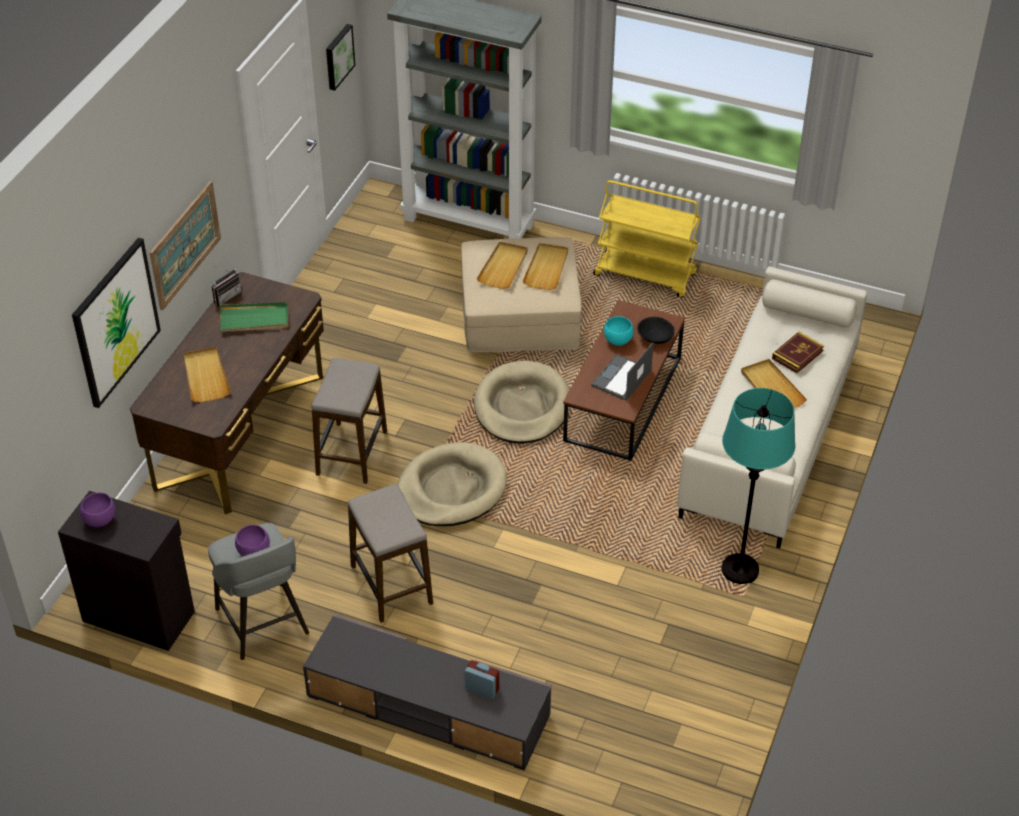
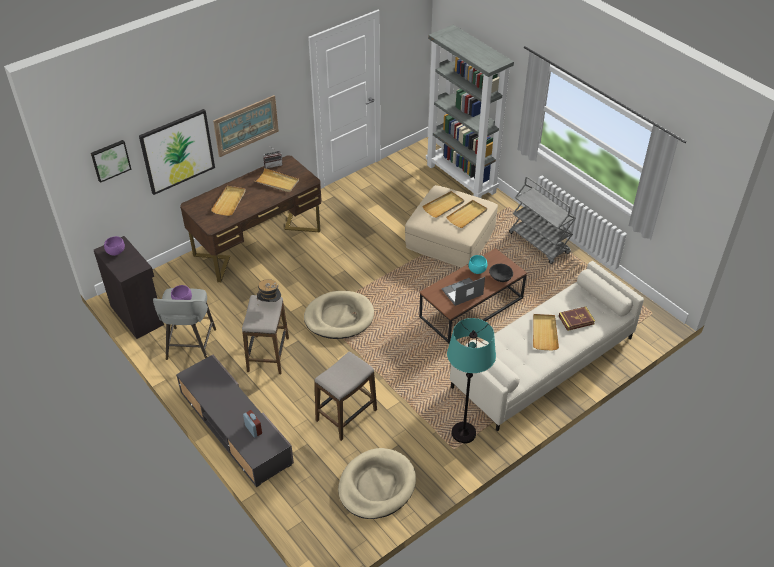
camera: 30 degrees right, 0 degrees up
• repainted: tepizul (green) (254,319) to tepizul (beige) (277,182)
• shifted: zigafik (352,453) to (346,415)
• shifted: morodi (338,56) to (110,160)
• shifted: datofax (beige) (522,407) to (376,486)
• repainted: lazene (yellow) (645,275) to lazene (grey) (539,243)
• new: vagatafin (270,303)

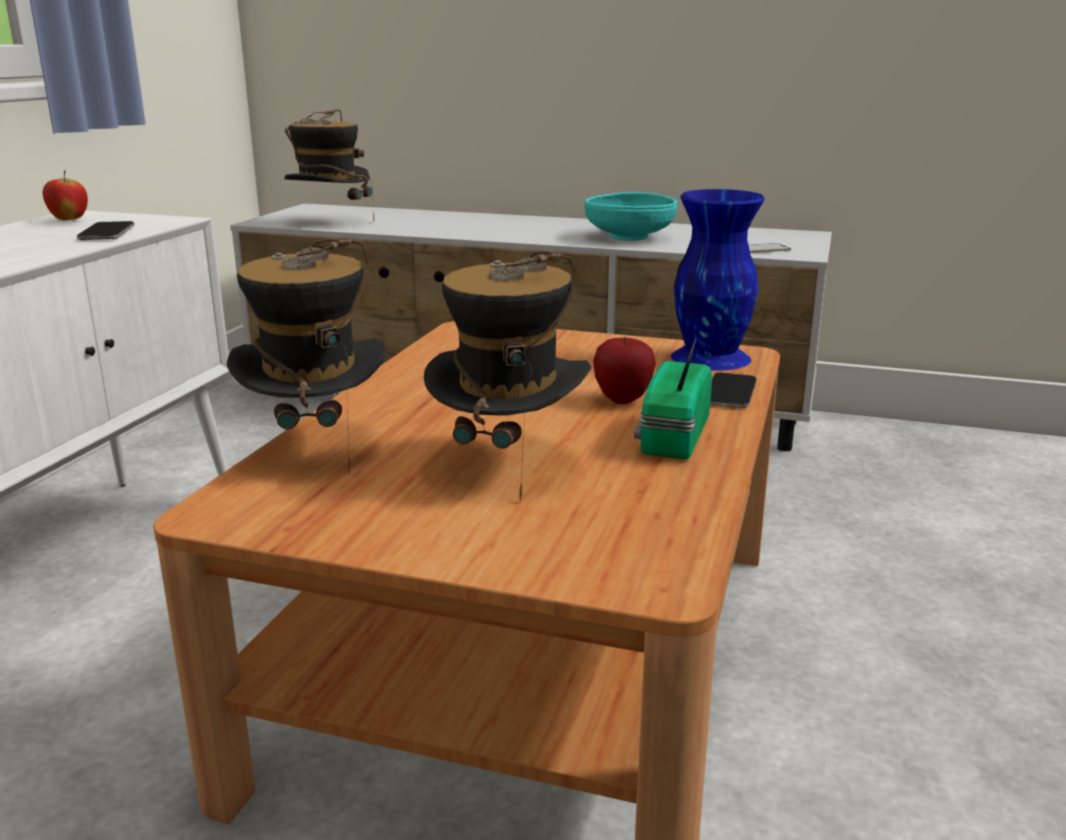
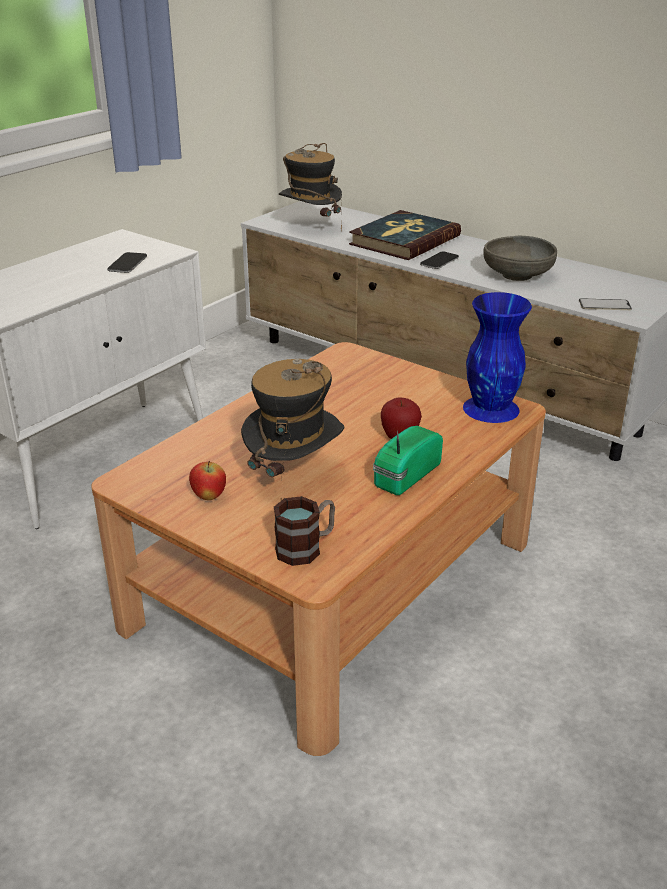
camera: 20 degrees right, 10 degrees up
• shifted: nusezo (69,220) to (209,497)
• gone: vagatafin (316,445)
• repainted: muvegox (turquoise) (629,237) to muvegox (grey) (517,275)
• shifted: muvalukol (730,392) to (439,261)
• new: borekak (306,547)
• new: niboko (404,240)

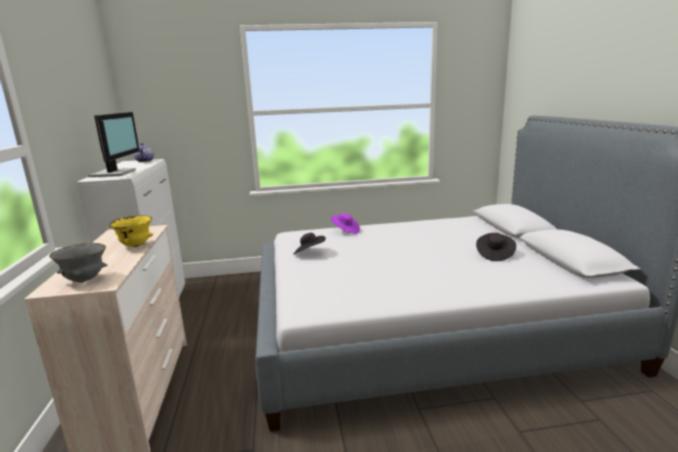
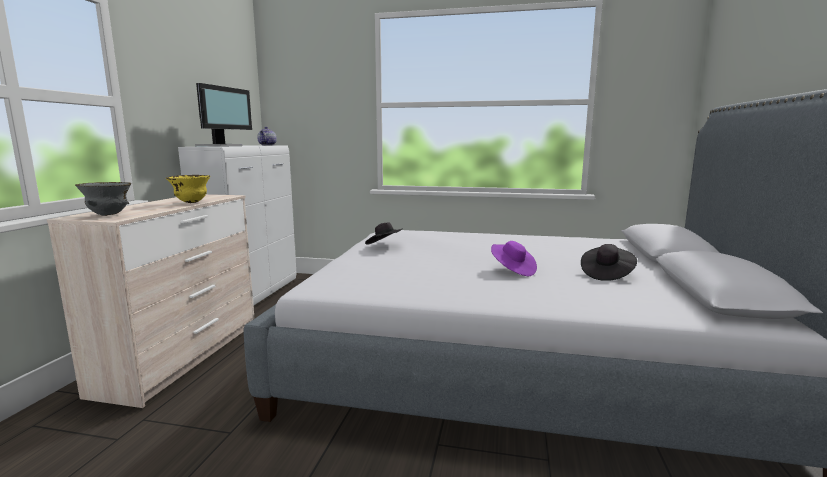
camera: 20 degrees right, 5 degrees down
• shifted: vagatafin (purple) (345,231) to (512,270)

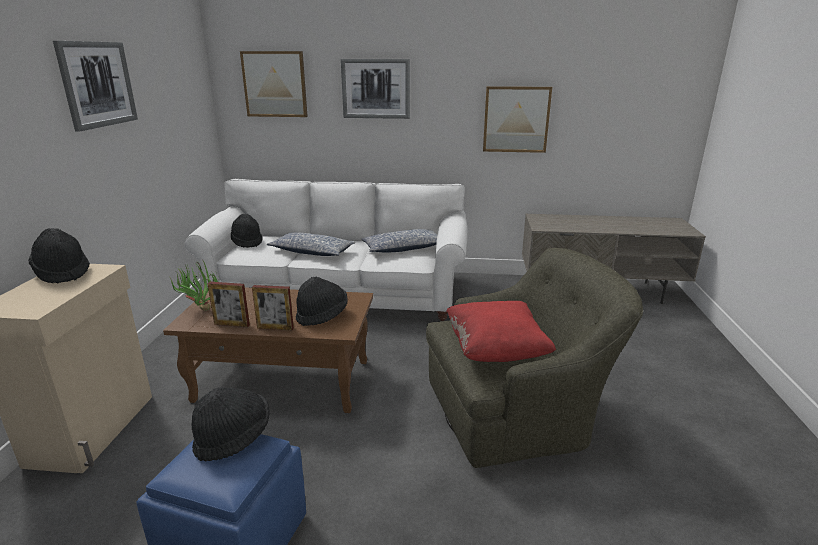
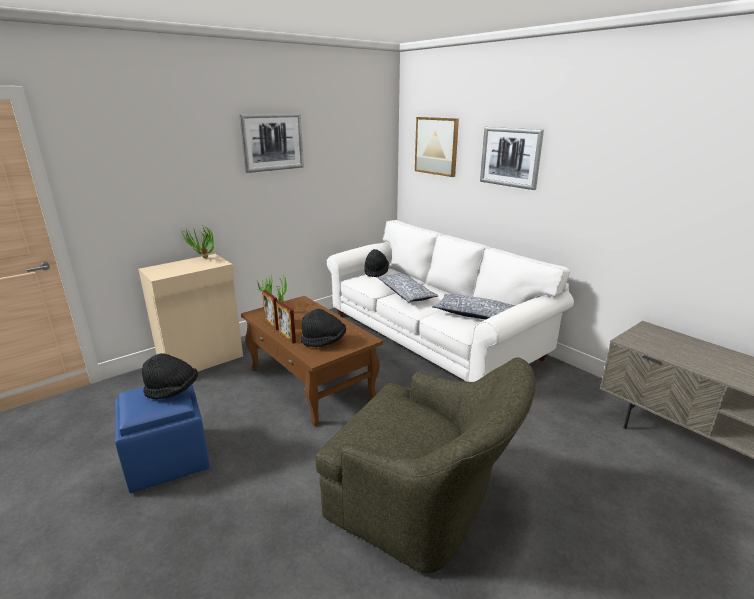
camera: 45 degrees right, 0 degrees up
• swapped: vagatafin (black) (63,273) to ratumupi (203,259)
• gone: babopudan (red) (495,350)
• gone: morodi (516,119)

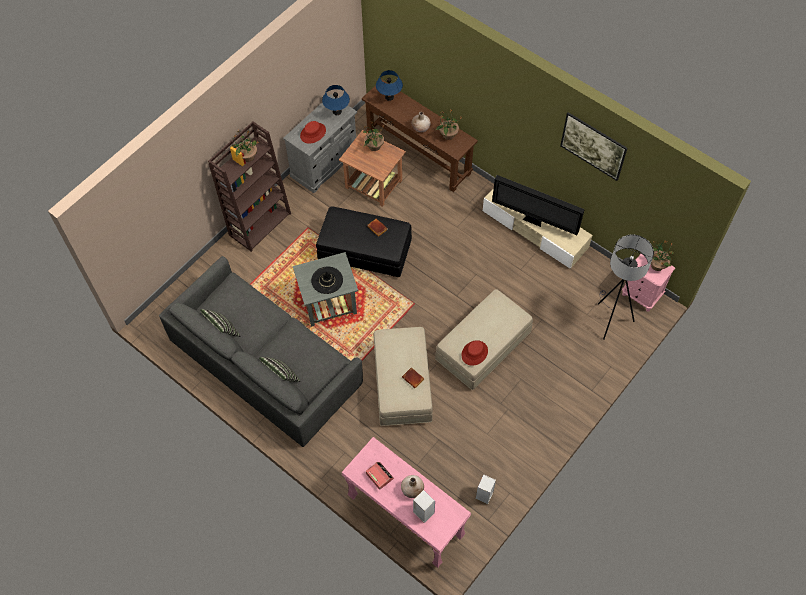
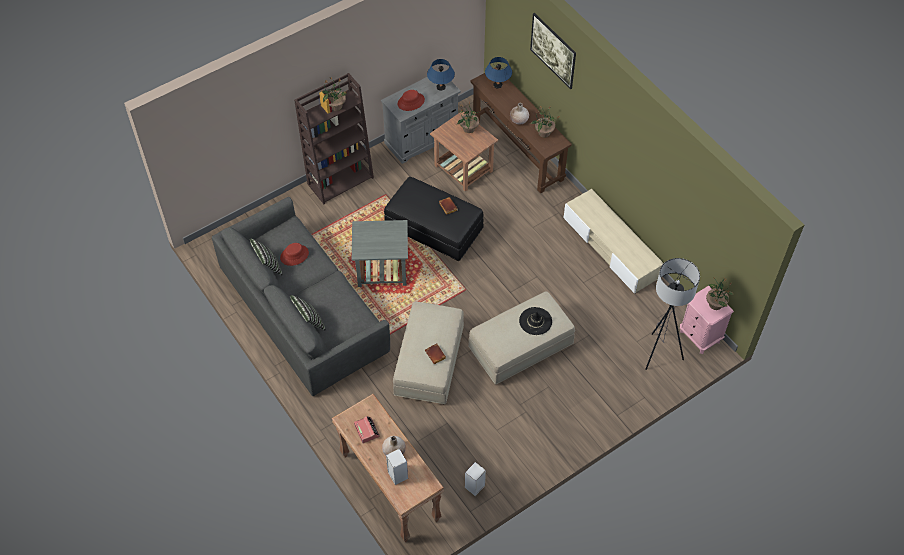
camera: 15 degrees right, 5 degrees down
• shifted: vagatafin (black) (327,280) to (535,321)
• repainted: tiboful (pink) (405,518) to tiboful (brown) (389,487)
• shifted: vagatafin (red) (474,353) to (294,255)
• gone: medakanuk (533,221)
• shifted: morodi (591,154) to (552,59)

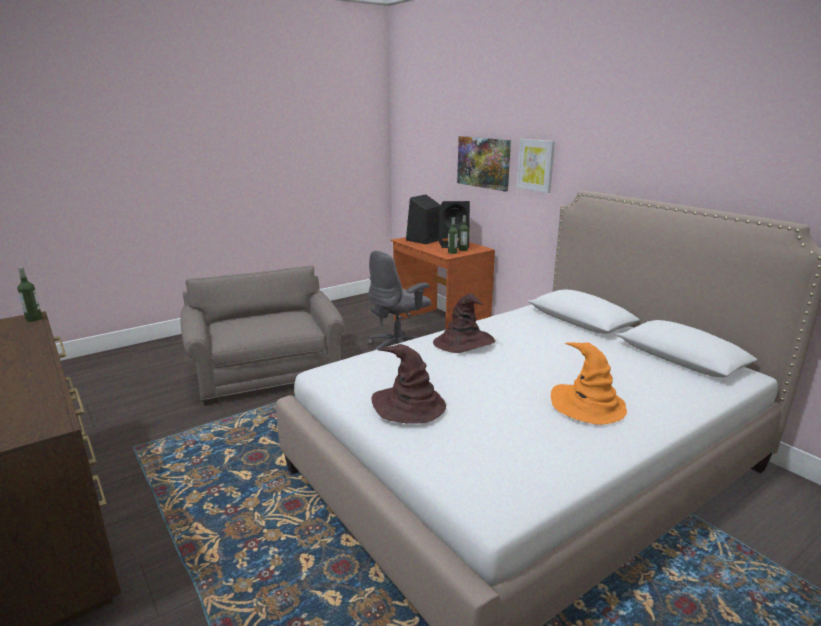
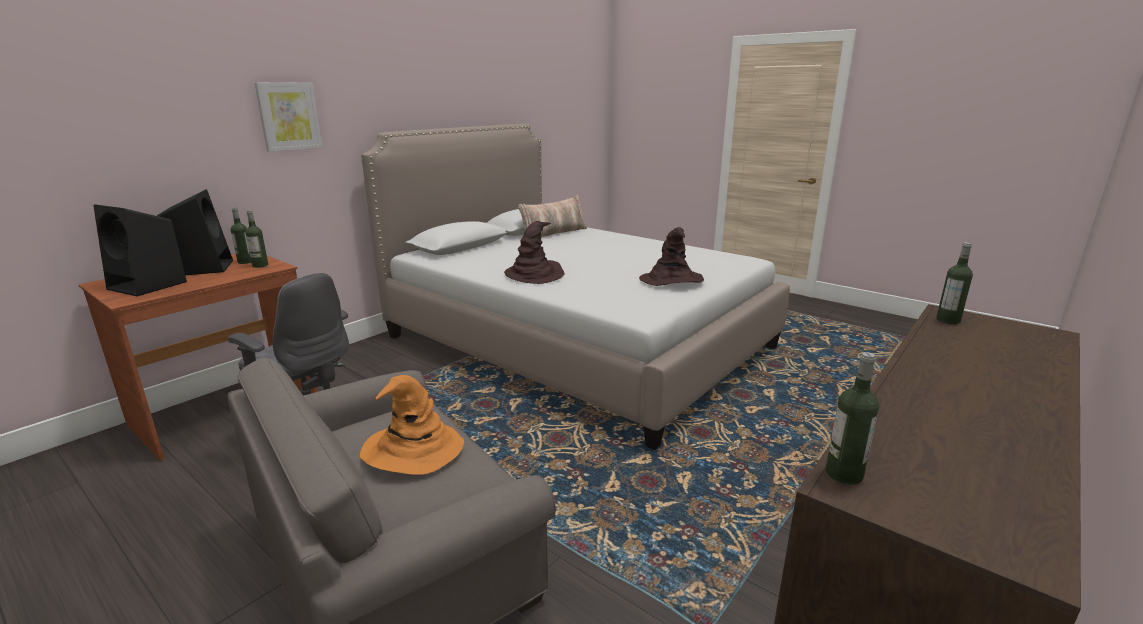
camera: 105 degrees left, 0 degrees up
• gone: morodi (484,162)
• shifted: vagatafin (orange) (588,405) to (411,451)
• new: babopudan (553,233)
• new: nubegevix (948,320)

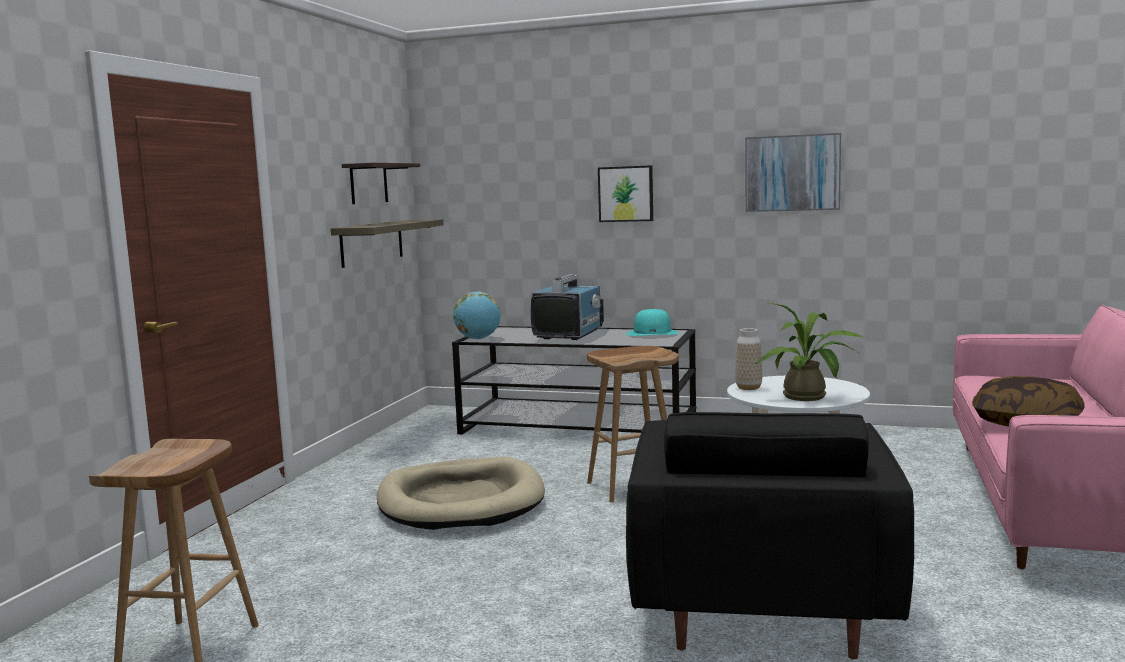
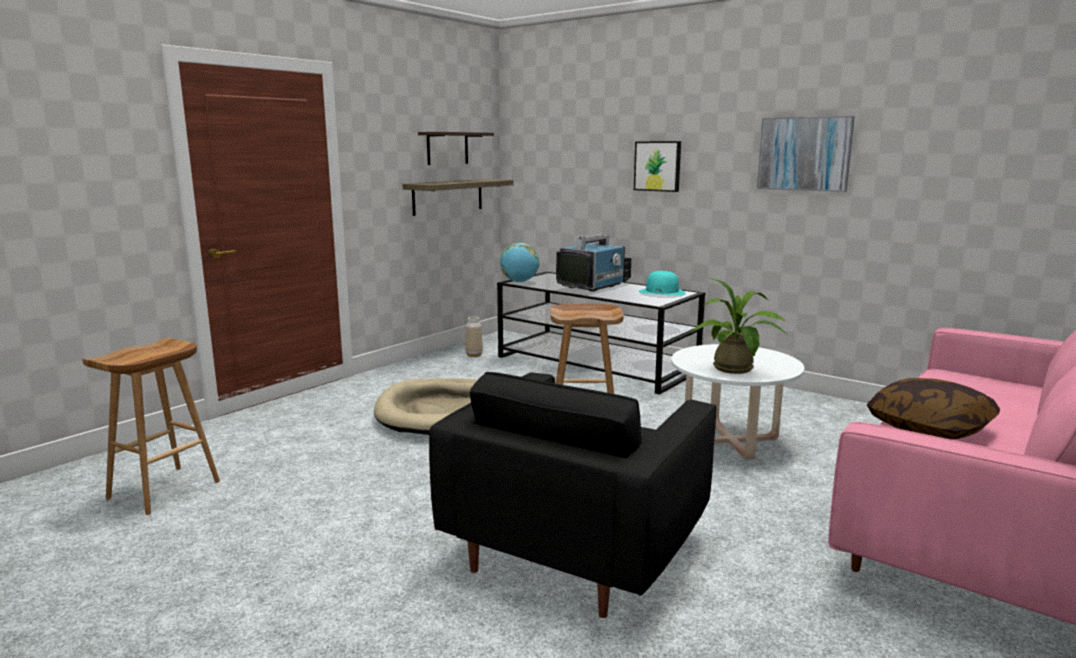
camera: 20 degrees right, 5 degrees up
• shifted: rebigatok (748,388) to (474,355)

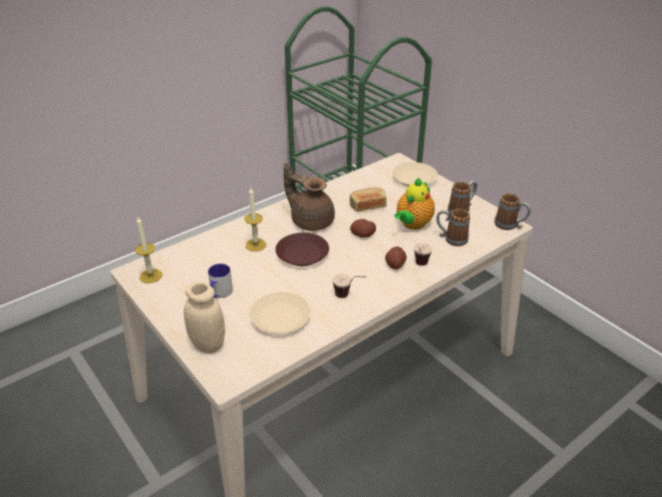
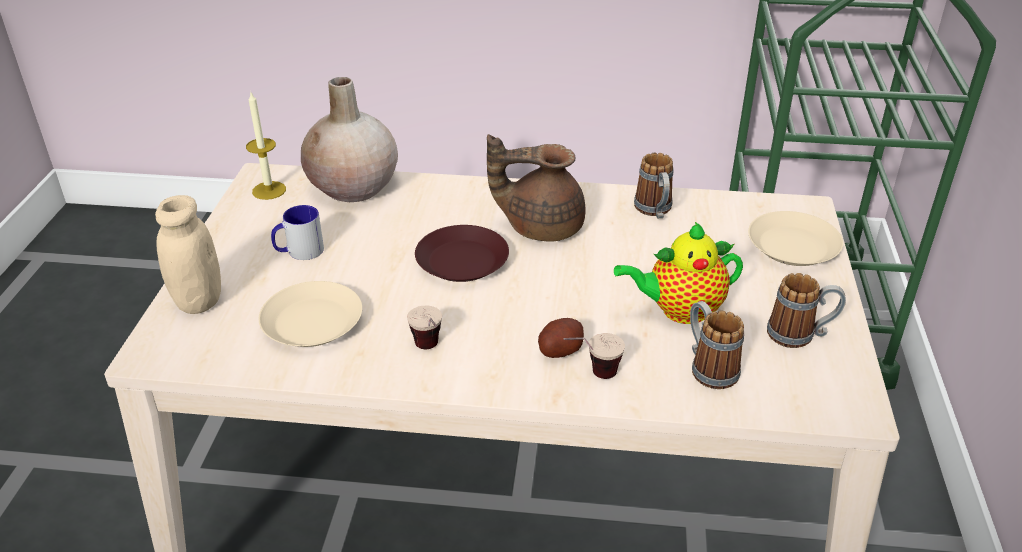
camera: 45 degrees right, 0 degrees up
• gone: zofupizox (255,245)
• rotated: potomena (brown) (311,221) = (541,226) 75 degrees counterclockwise
• gone: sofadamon (367,206)
• gone: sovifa (362,235)
• shifted: borekak (510,226) to (655,211)
• new: rebigatok (beige) (353,188)

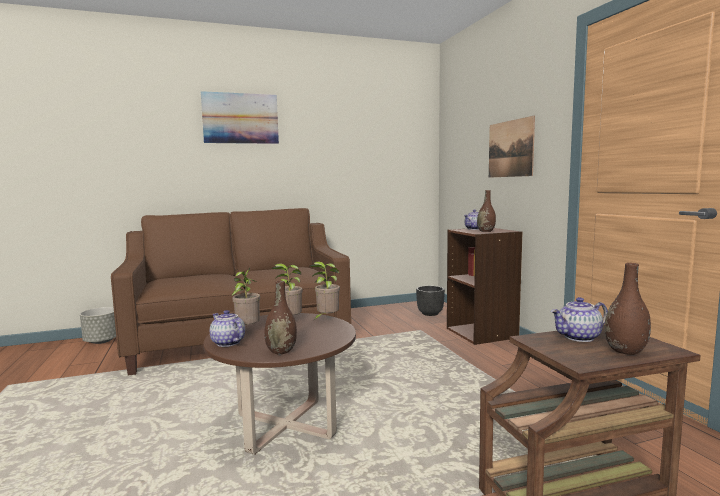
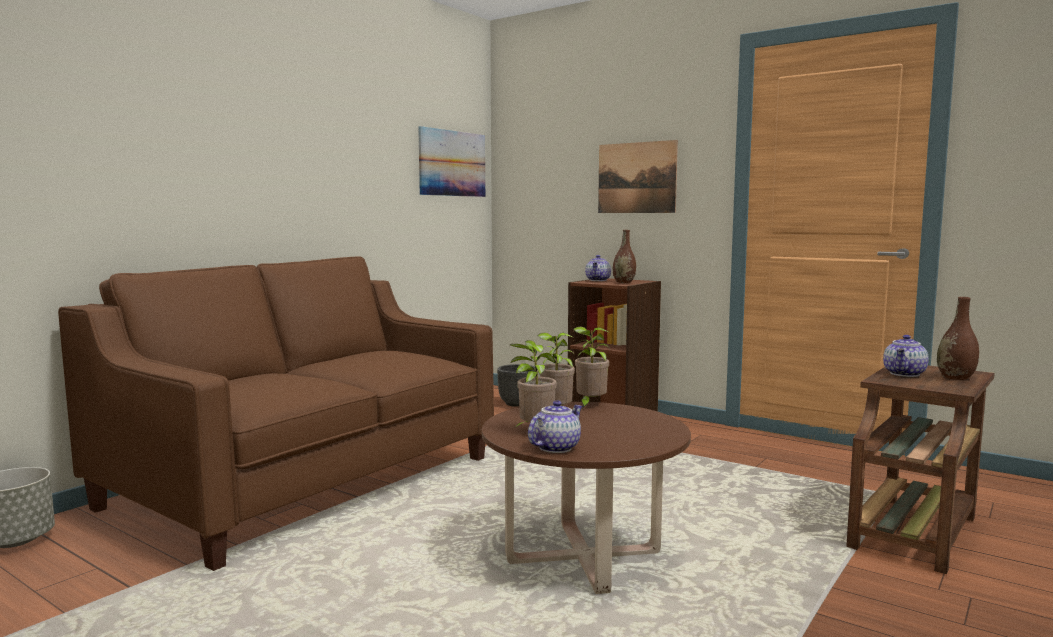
camera: 35 degrees left, 0 degrees up
• shifted: morodi (240,118) to (452,163)
• rotated: potomena (227,343) = (555,447) 120 degrees clockwise
• gone: rebigatok (brown) (281,351)

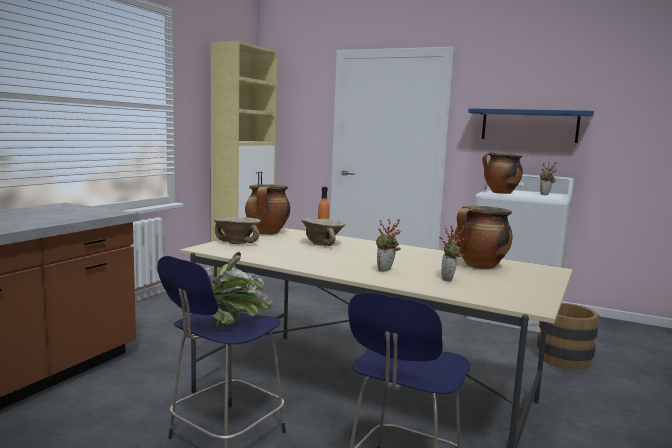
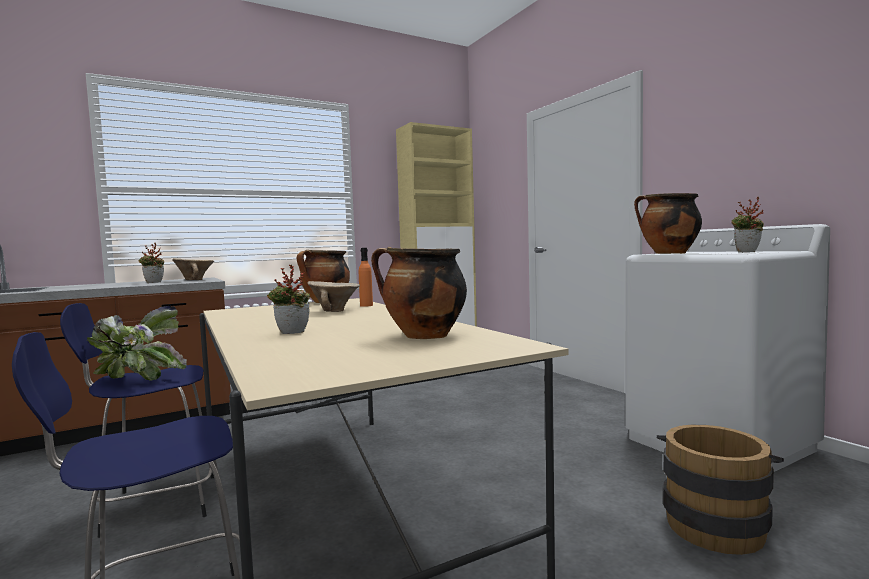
camera: 35 degrees right, 5 degrees down
• shifted: muvegox (beige) (237,243) to (195,280)
• shifted: ratumupi (449,280) to (153,282)
• gone: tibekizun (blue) (529,125)

